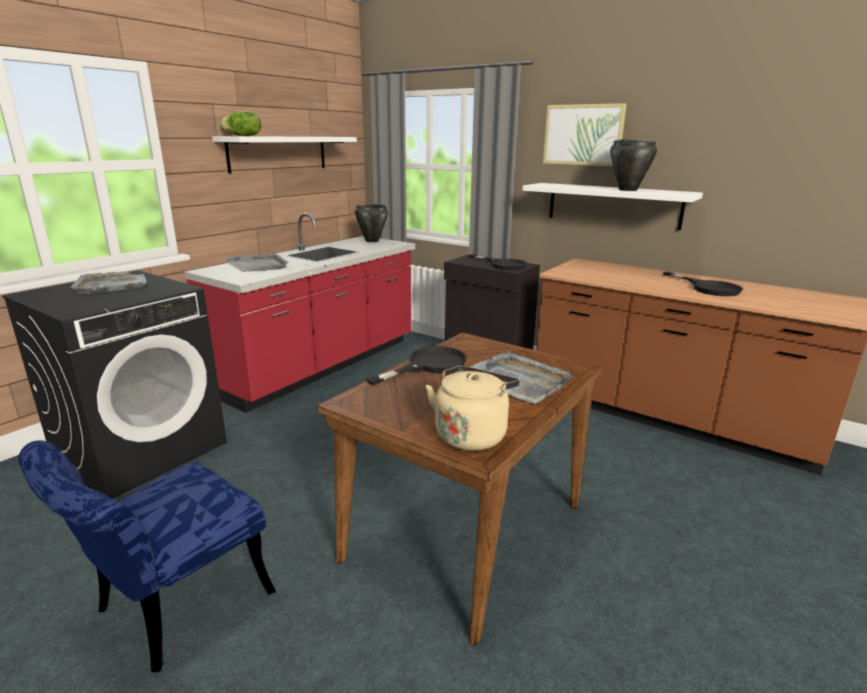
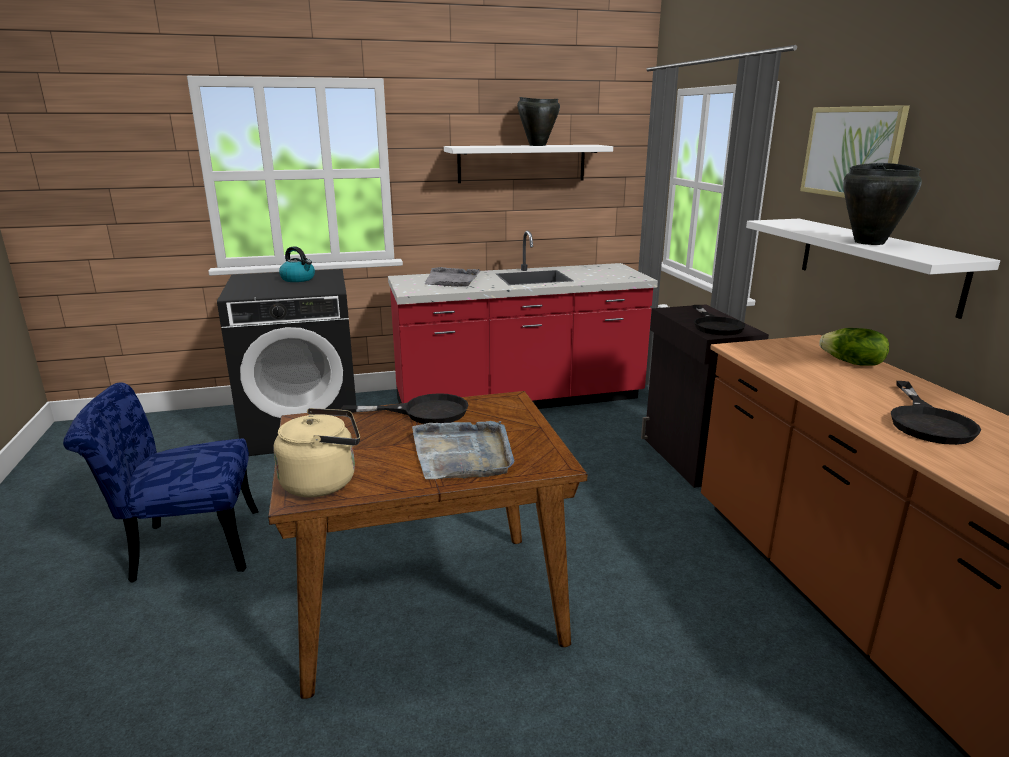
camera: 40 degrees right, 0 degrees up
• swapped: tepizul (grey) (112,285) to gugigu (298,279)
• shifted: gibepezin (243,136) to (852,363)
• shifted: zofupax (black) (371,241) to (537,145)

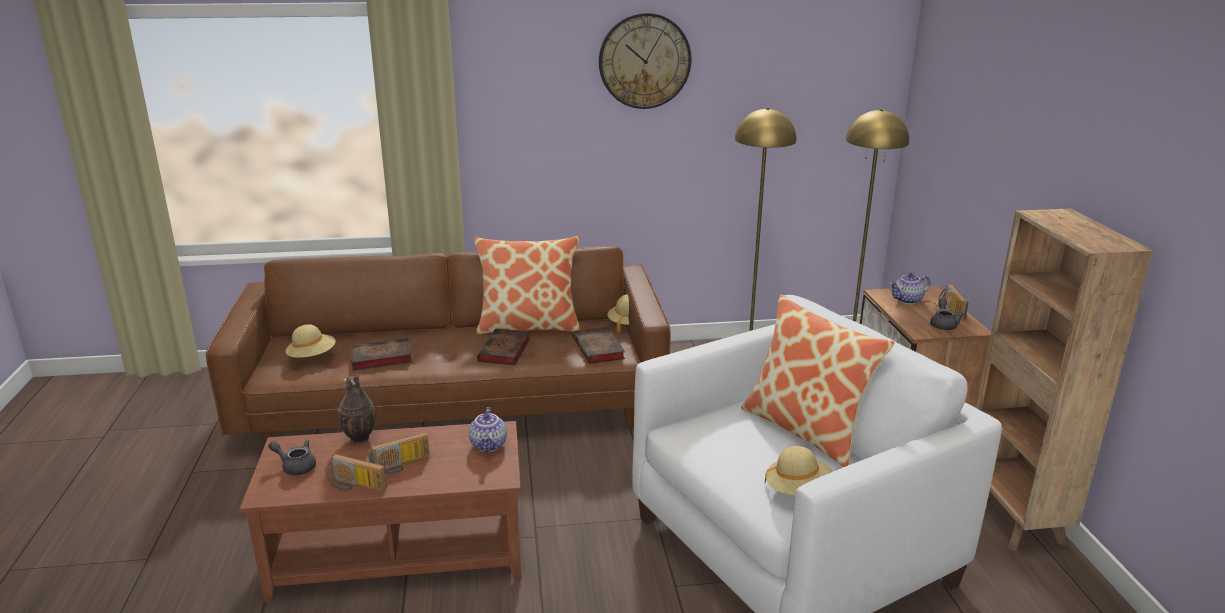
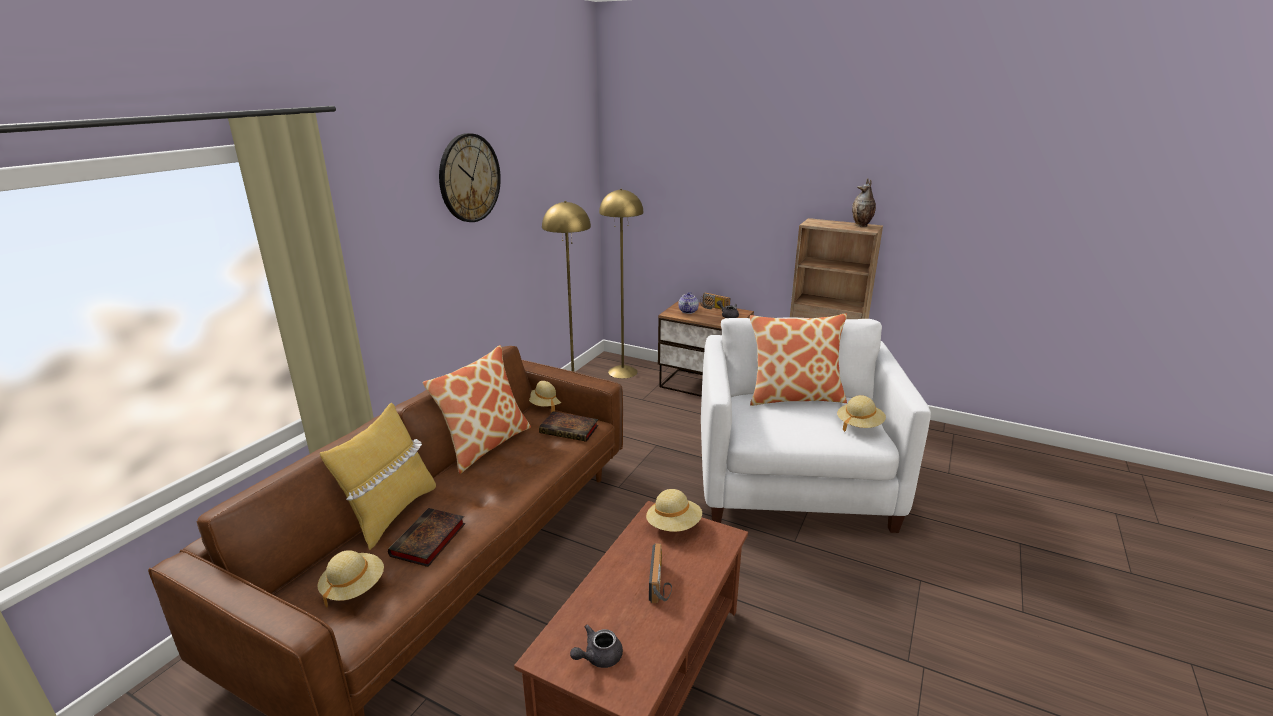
camera: 55 degrees left, 0 degrees up
• gone: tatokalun (355,486)
• shifted: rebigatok (359,439) to (862,225)
• swapped: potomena (489,445) to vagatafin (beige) (674,525)
• gone: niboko (505,351)
• new: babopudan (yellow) (391,513)

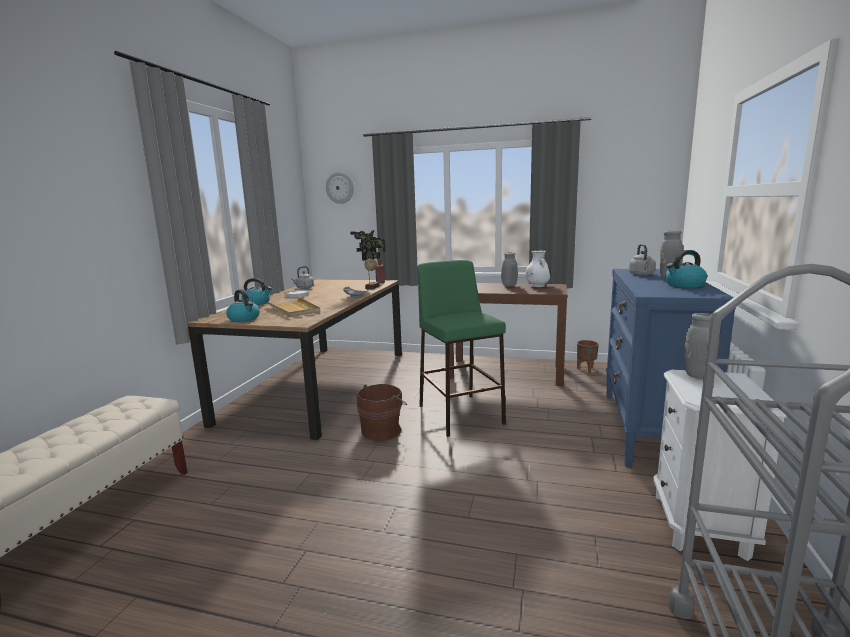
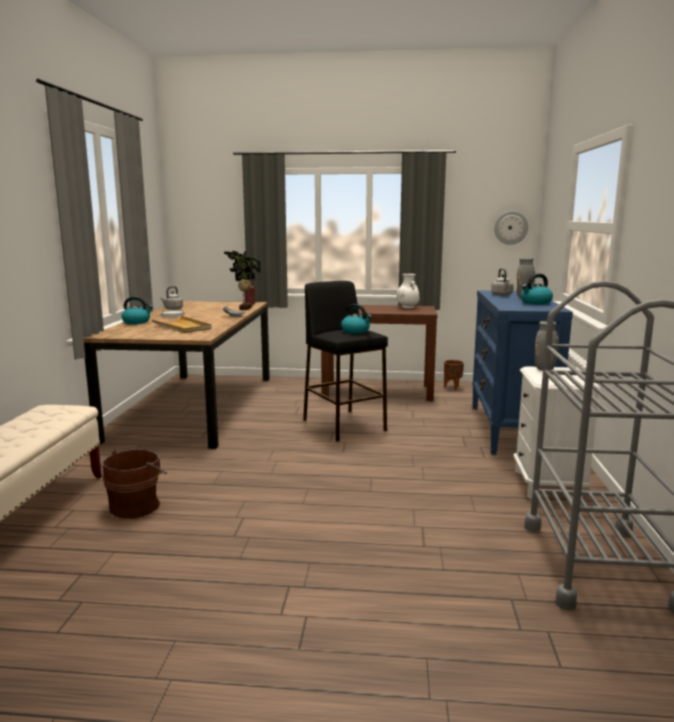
camera: 10 degrees left, 0 degrees up
• shifted: gugigu (244,319) to (356,331)
• shifted: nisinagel (340,188) to (510,227)
• shifted: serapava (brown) (383,430) to (137,505)
• repainted: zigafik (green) (460,414) to zigafik (black) (343,425)
• gone: rebigatok (grey) (508,286)

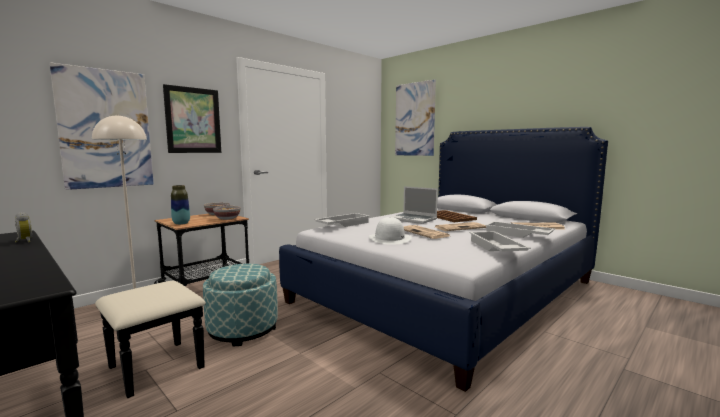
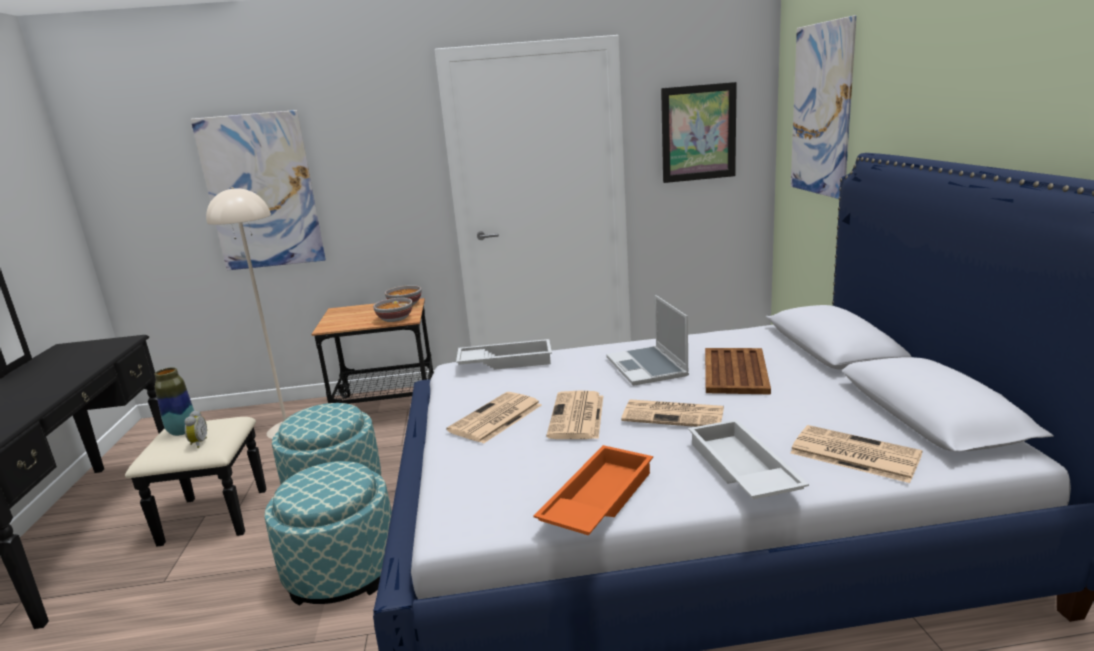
camera: 40 degrees right, 10 degrees up
• shifted: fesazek (23,241) to (198,443)
• shifted: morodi (193,120) to (698,133)
• shifted: rebigatok (181,223) to (182,431)
• swapped: vagatafin (white) (390,238) to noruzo (495,419)
• repainted: tepizul (white) (495,248) to tepizul (orange) (596,499)
• new: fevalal (342,571)

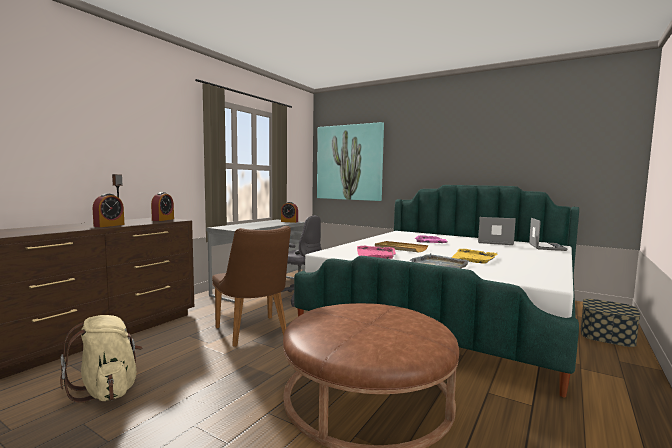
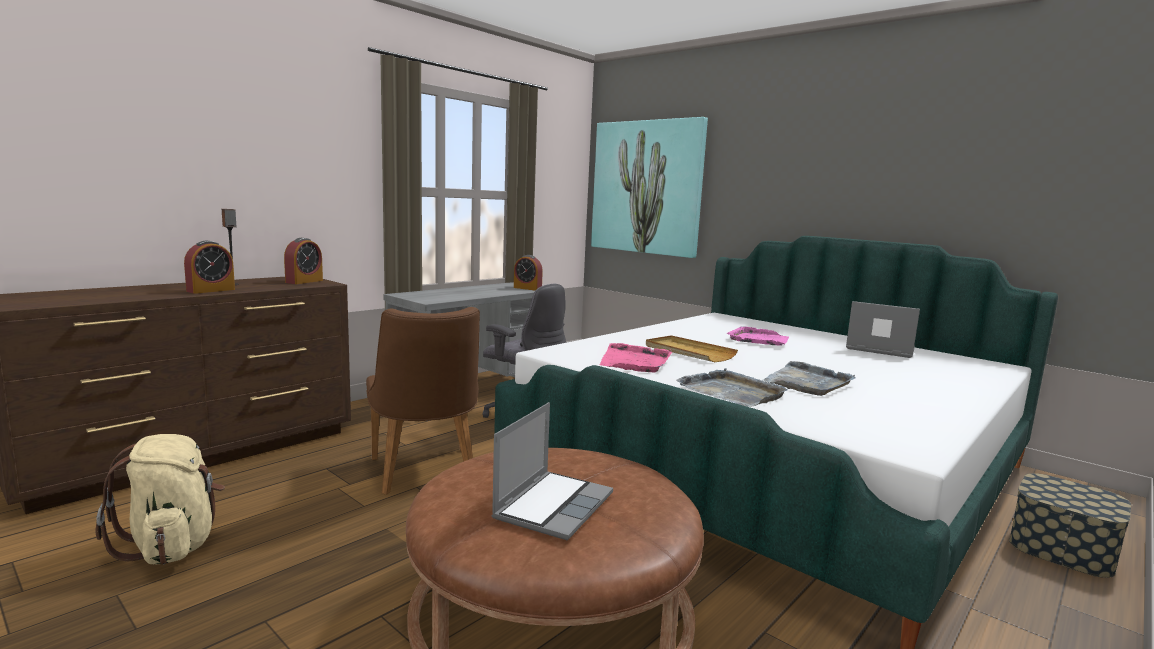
camera: 10 degrees right, 5 degrees up
• repainted: tepizul (yellow) (473,258) to tepizul (grey) (807,382)
• shifted: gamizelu (545,247) to (553,505)

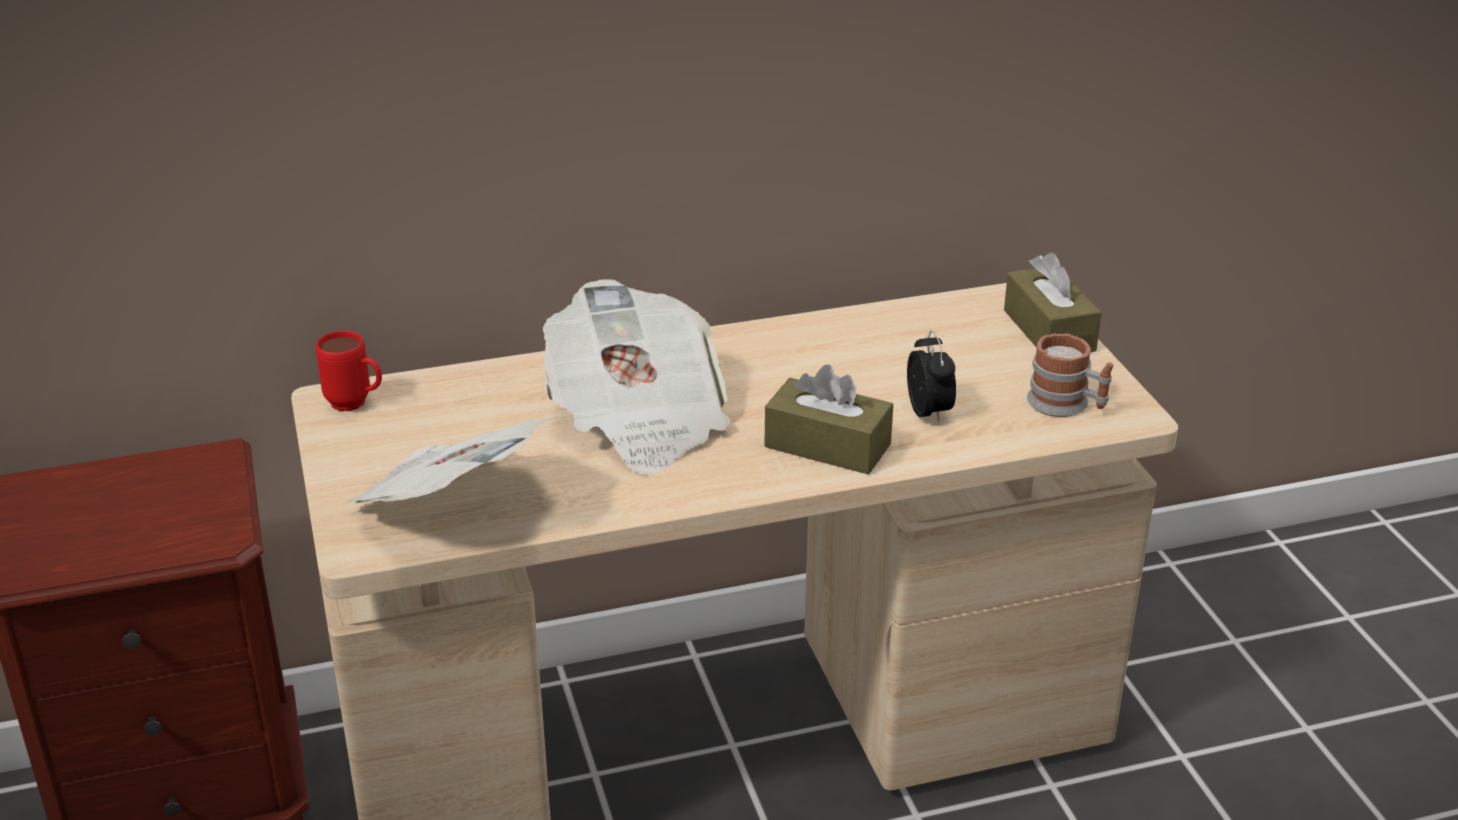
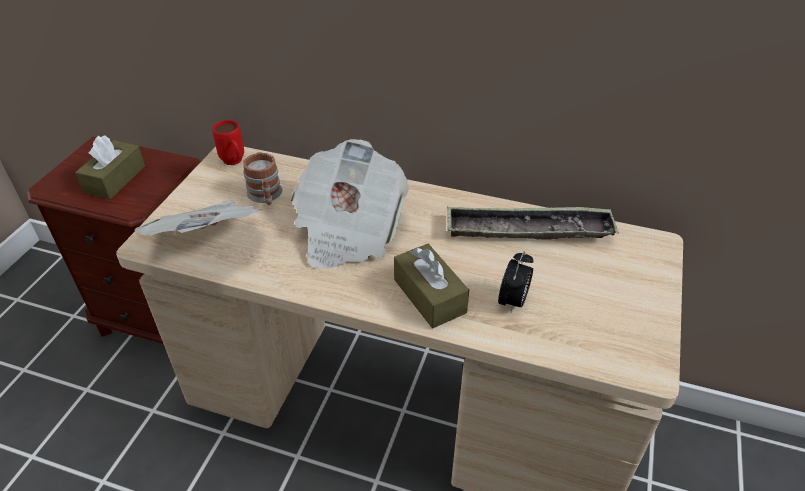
camera: 35 degrees right, 10 degrees up
• shifted: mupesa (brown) (1049,330) to (115,179)
• shifted: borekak (1067,405) to (265,196)
• new: tepizul (528,230)

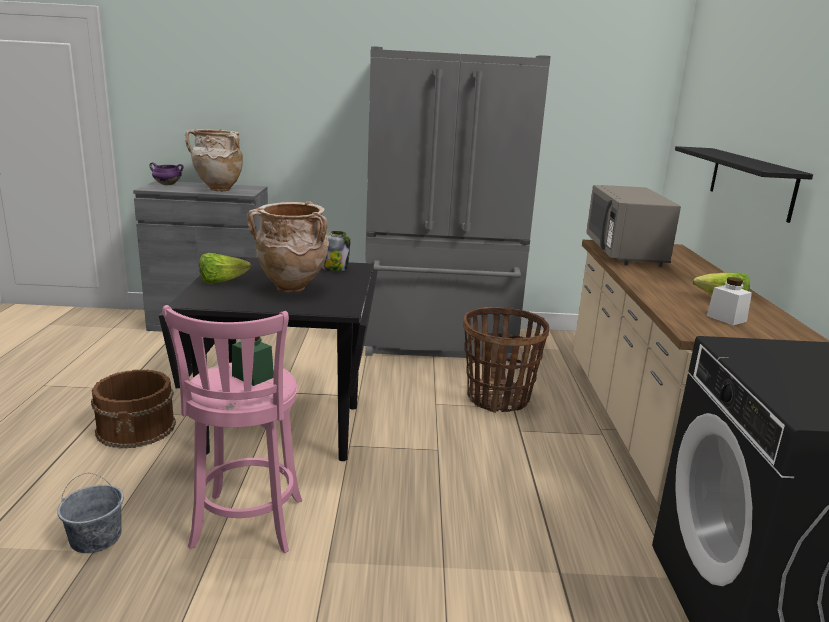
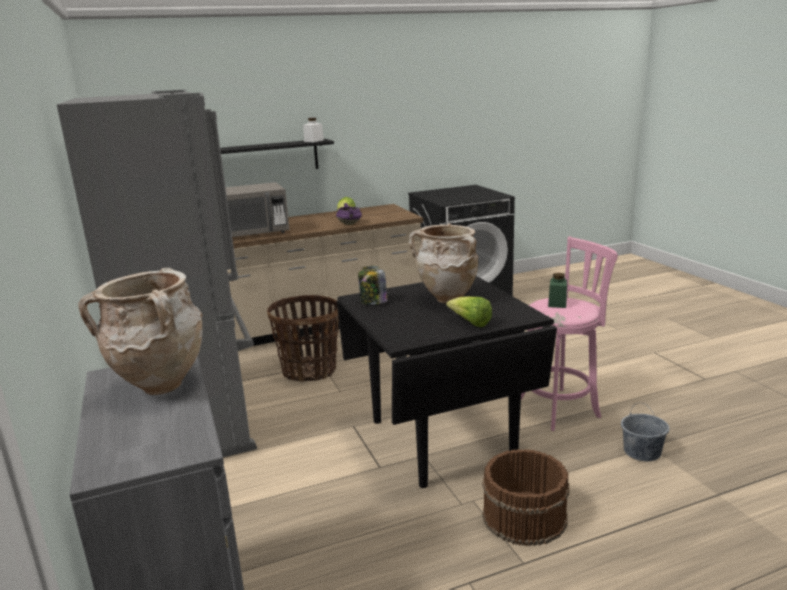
camera: 110 degrees left, 0 degrees up
• shifted: zofupax (purple) (167,184) to (350,224)
• shifted: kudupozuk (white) (726,318) to (314,141)

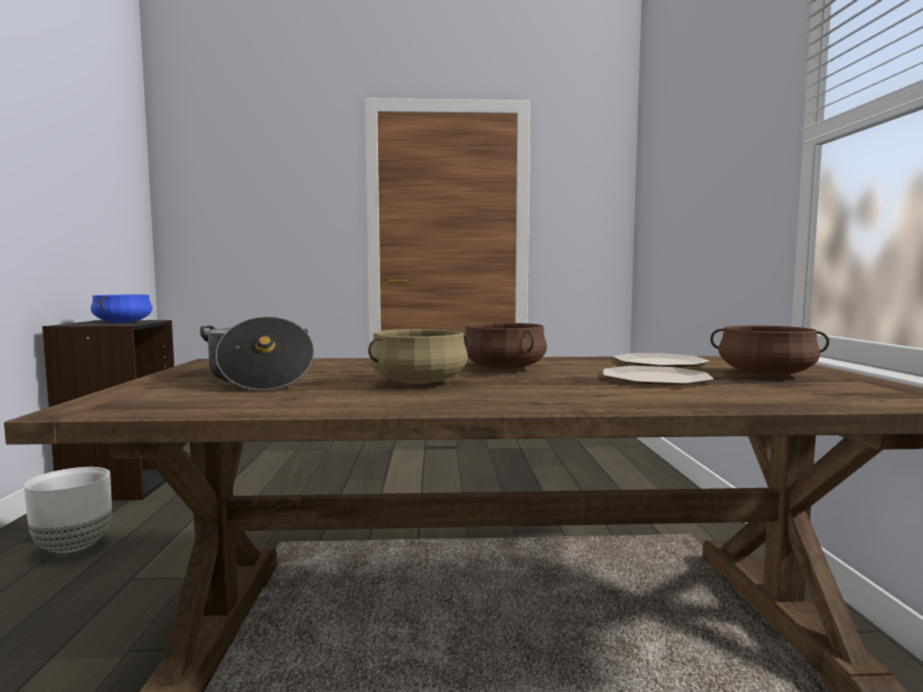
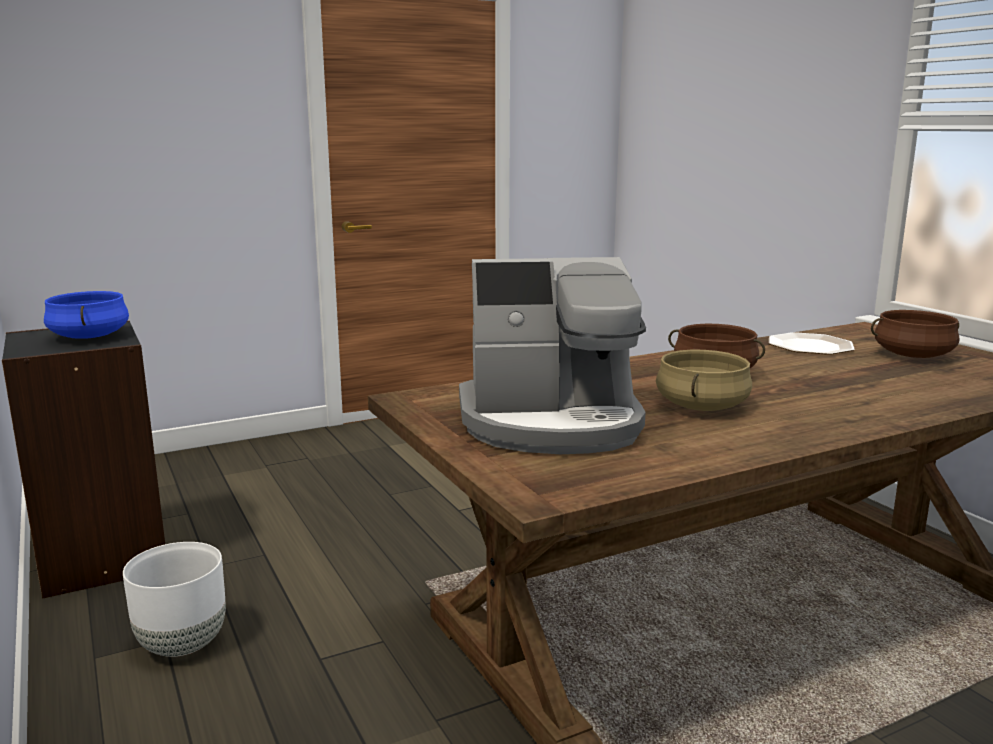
camera: 25 degrees left, 10 degrees up
• swapped: zofupax (258,379) to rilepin (552,423)
• gone: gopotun (654,378)

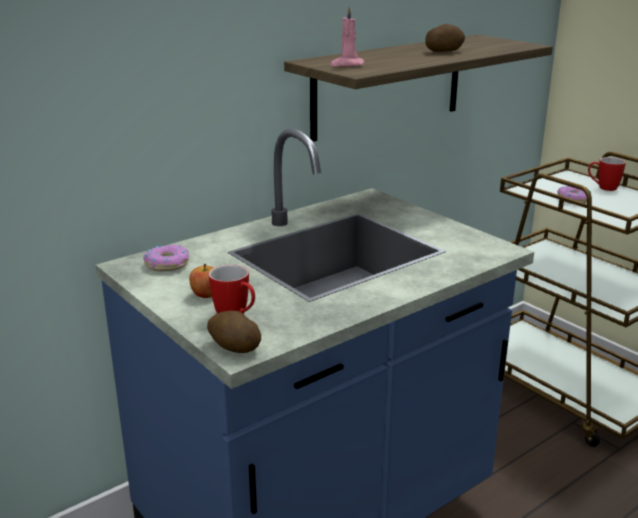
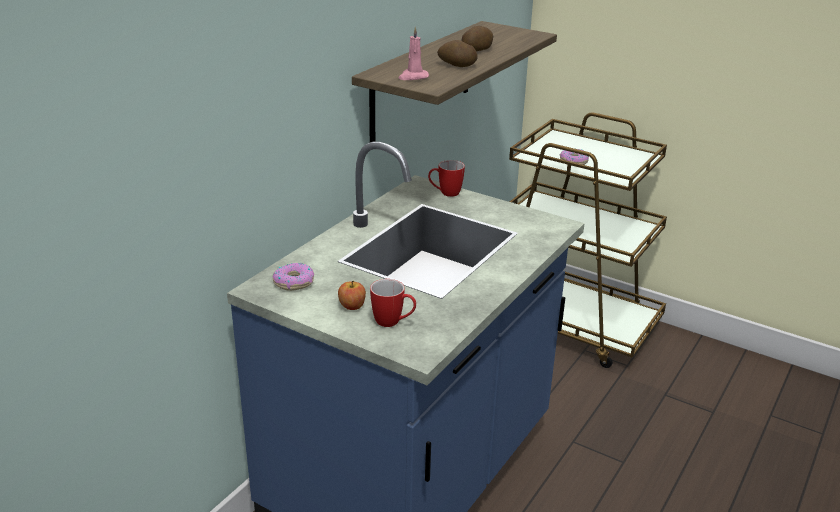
camera: 20 degrees left, 5 degrees up
• shifted: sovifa (234,347) to (456,65)
• shifted: borekak (602,188) to (445,193)

